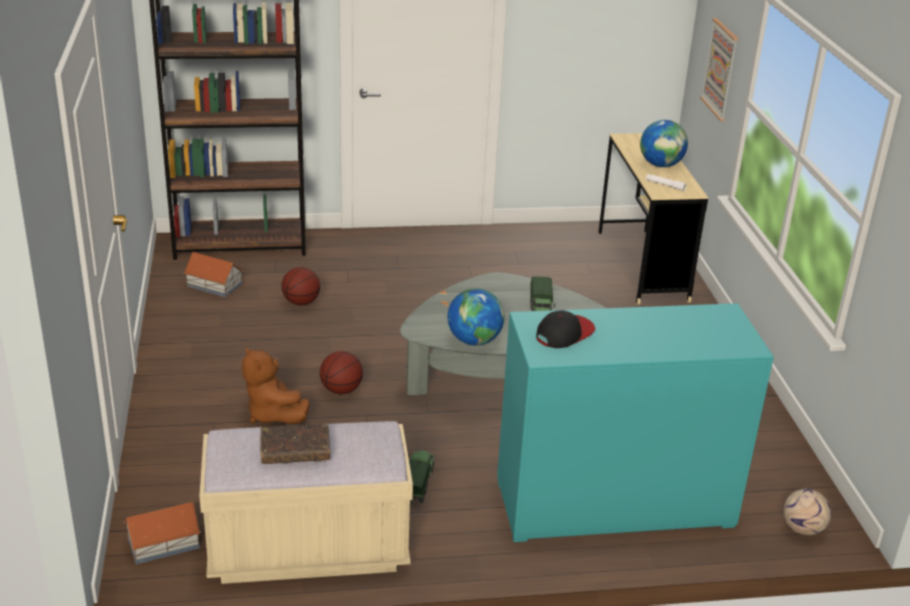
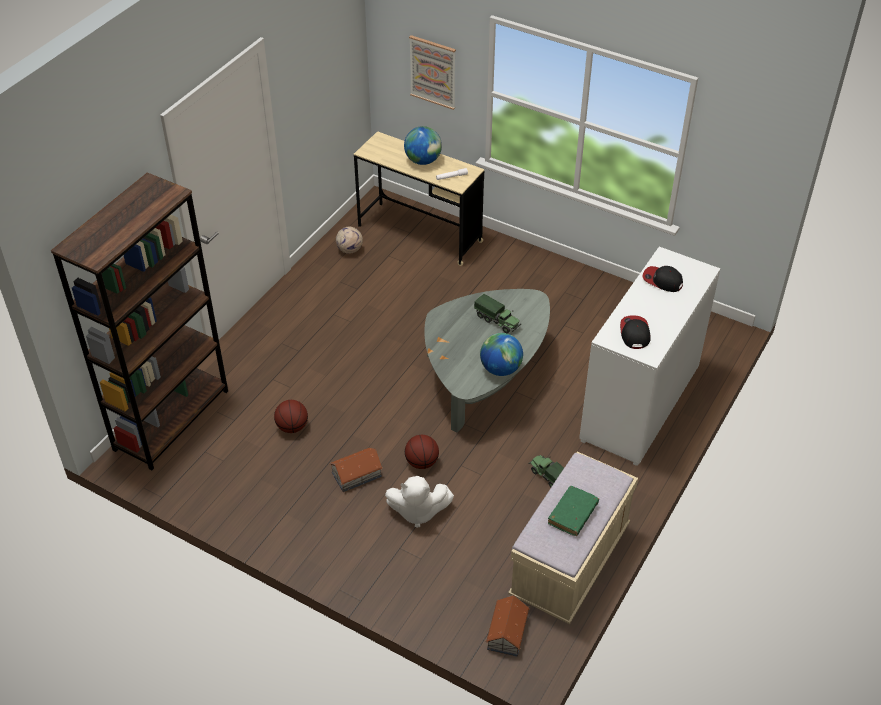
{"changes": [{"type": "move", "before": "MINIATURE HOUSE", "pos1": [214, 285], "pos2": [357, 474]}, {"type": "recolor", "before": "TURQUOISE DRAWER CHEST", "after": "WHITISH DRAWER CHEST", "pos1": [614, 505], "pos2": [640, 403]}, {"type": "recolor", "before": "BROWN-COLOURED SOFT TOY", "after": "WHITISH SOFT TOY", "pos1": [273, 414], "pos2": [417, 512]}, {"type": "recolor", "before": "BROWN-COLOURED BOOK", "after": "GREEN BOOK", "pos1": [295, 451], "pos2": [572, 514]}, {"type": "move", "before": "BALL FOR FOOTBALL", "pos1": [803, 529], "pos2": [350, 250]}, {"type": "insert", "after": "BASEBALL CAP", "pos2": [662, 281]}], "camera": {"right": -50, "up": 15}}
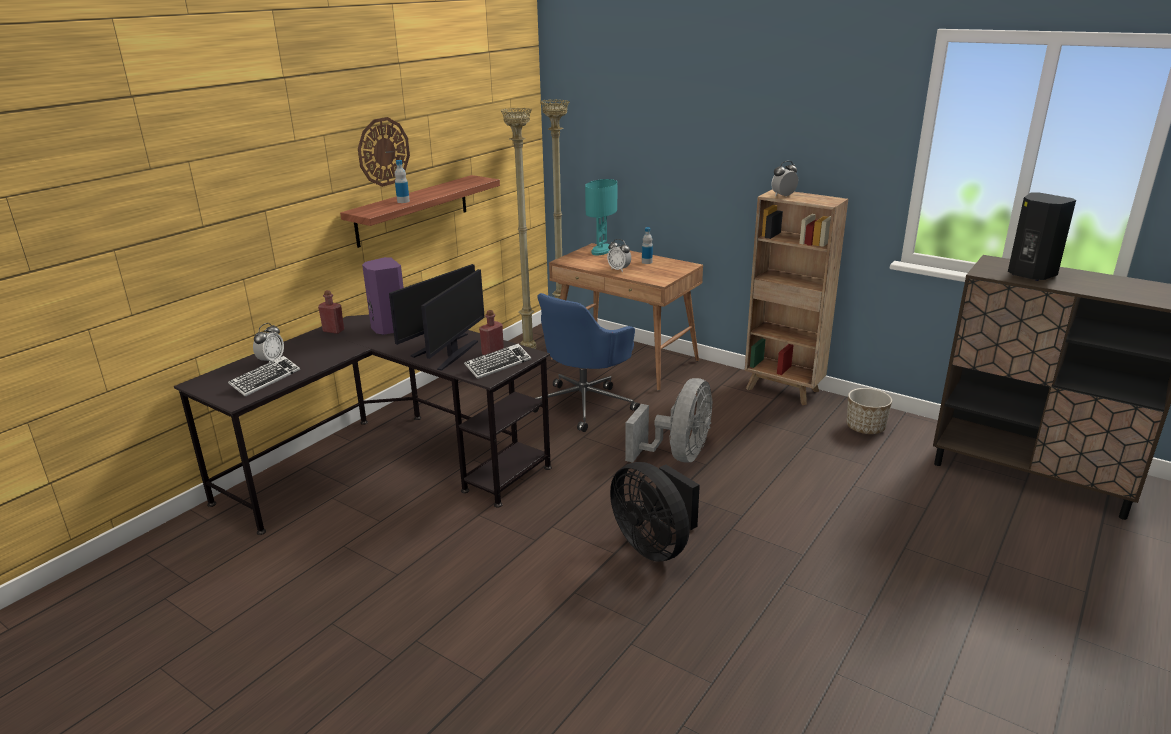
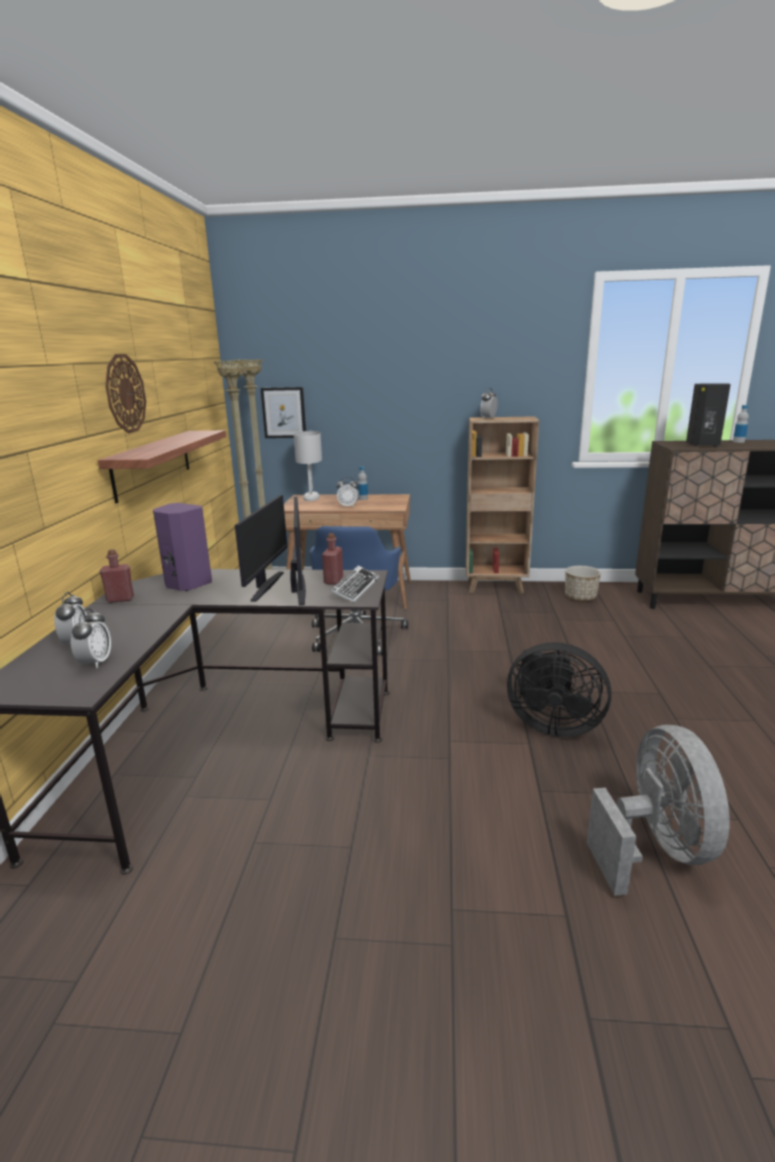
{"changes": [{"type": "move", "before": "BOTTLE", "pos1": [403, 201], "pos2": [738, 441]}, {"type": "recolor", "before": "TURQUOISE LAMP FOR A TABLE", "after": "WHITISH LAMP FOR A TABLE", "pos1": [602, 251], "pos2": [311, 498]}, {"type": "replace", "before": "PC KEYBOARD", "after": "BEDSIDE CLOCK", "pos1": [265, 380], "pos2": [95, 662]}, {"type": "move", "before": "GRAY ELECTRIC FAN", "pos1": [678, 455], "pos2": [654, 849]}, {"type": "insert", "after": "WALL PICTURE", "pos2": [284, 412]}], "camera": {"right": -30, "up": -5}}
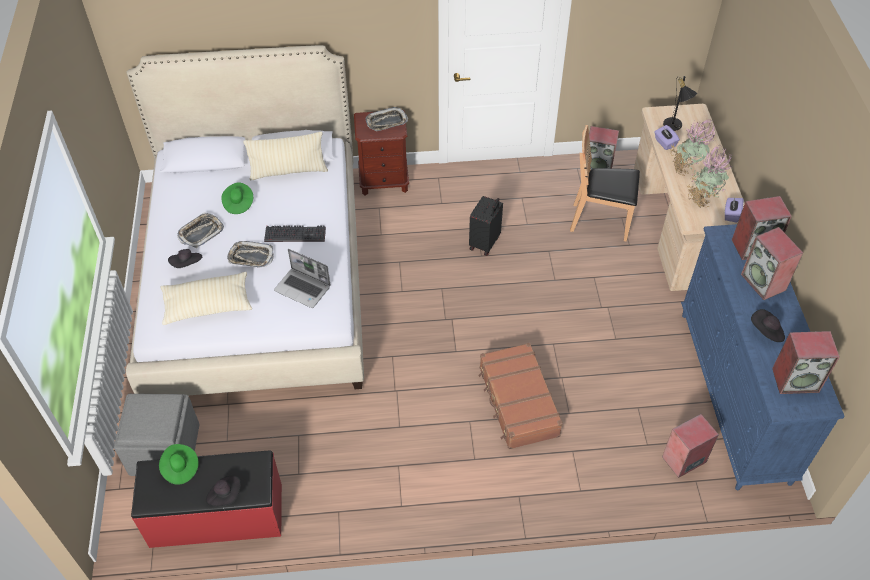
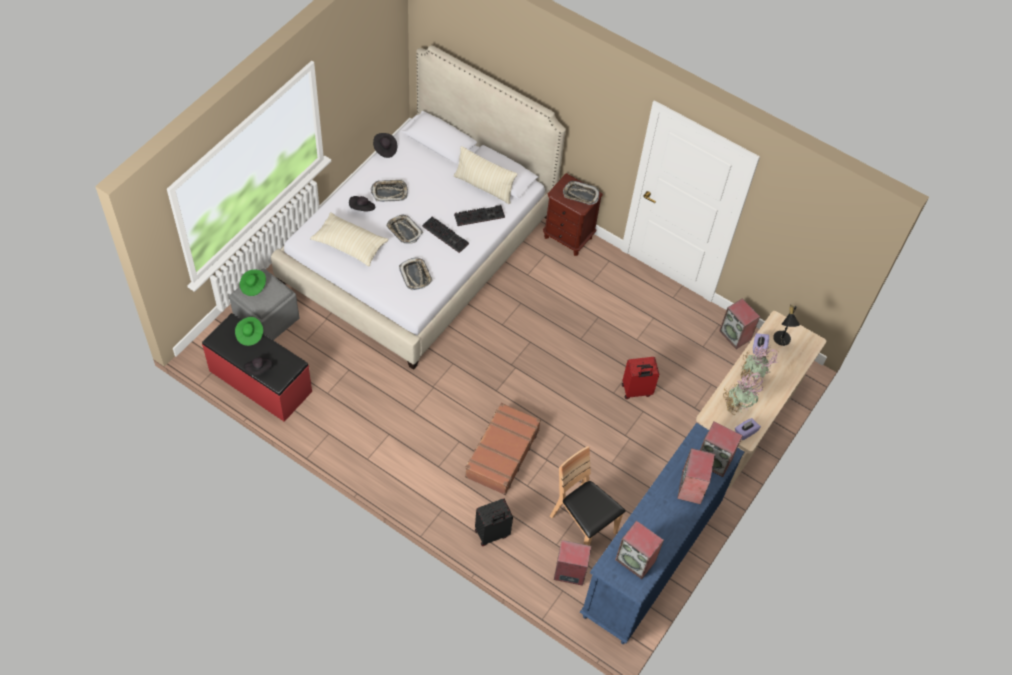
{"changes": [{"type": "move", "before": "BROWN-COLOURED CHAIR", "pos1": [601, 221], "pos2": [582, 526]}, {"type": "move", "before": "GREEN CLOTHING HAT", "pos1": [238, 203], "pos2": [253, 286]}, {"type": "move", "before": "BLACKISH TRAVEL CASE", "pos1": [485, 243], "pos2": [492, 534]}, {"type": "replace", "before": "LAPTOP", "after": "TRAY", "pos1": [303, 288], "pos2": [416, 275]}, {"type": "move", "before": "BLACKISH CLOTHING HAT", "pos1": [766, 332], "pos2": [385, 149]}, {"type": "insert", "after": "PC KEYBOARD", "pos2": [480, 215]}, {"type": "insert", "after": "REDDISH TRAVEL CASE", "pos2": [636, 391]}], "camera": {"right": 35, "up": 5}}
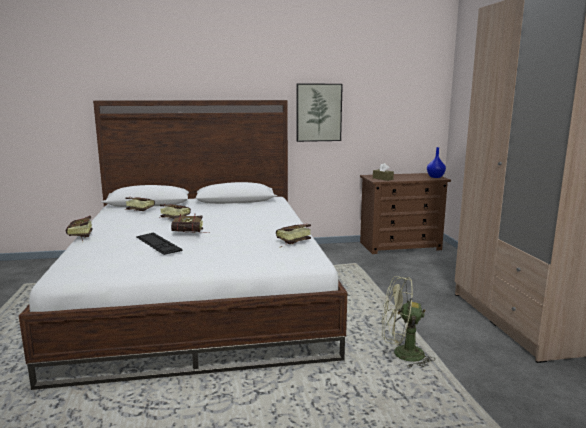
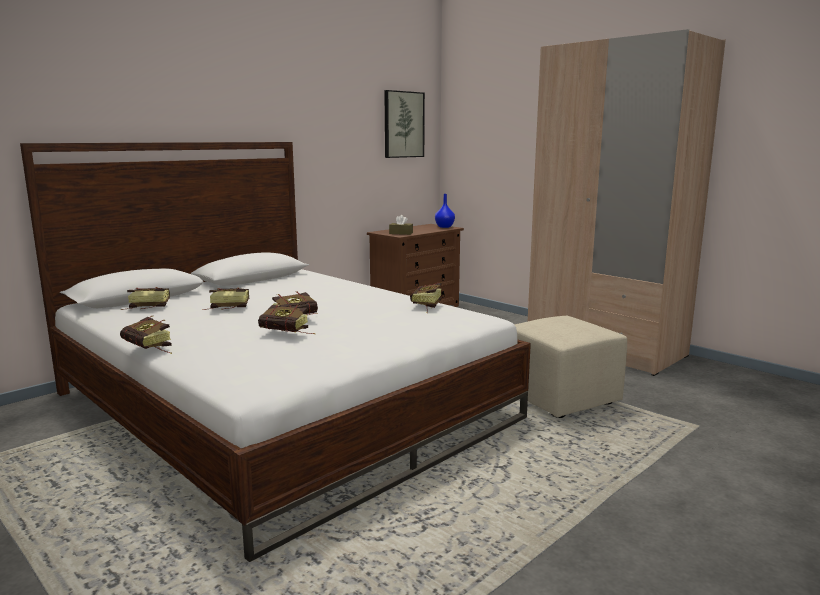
{"changes": [{"type": "move", "before": "WALL PICTURE", "pos1": [318, 112], "pos2": [403, 124]}, {"type": "replace", "before": "PC KEYBOARD", "after": "BOOK", "pos1": [158, 243], "pos2": [288, 334]}, {"type": "replace", "before": "GREEN ELECTRIC FAN", "after": "SAND-COLOURED OTTOMAN", "pos1": [401, 354], "pos2": [561, 399]}], "camera": {"right": -35, "up": 0}}
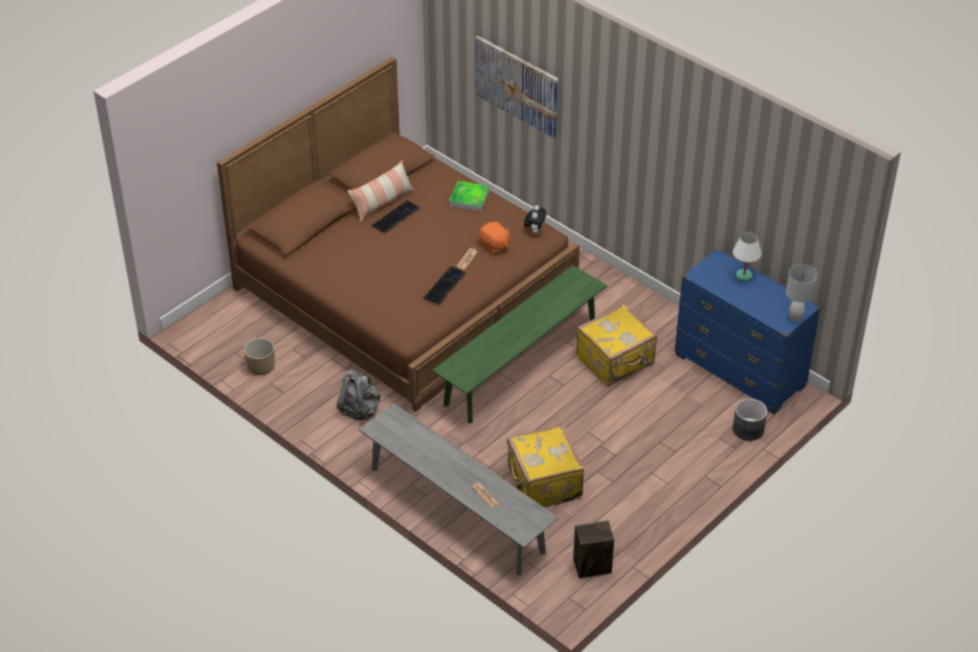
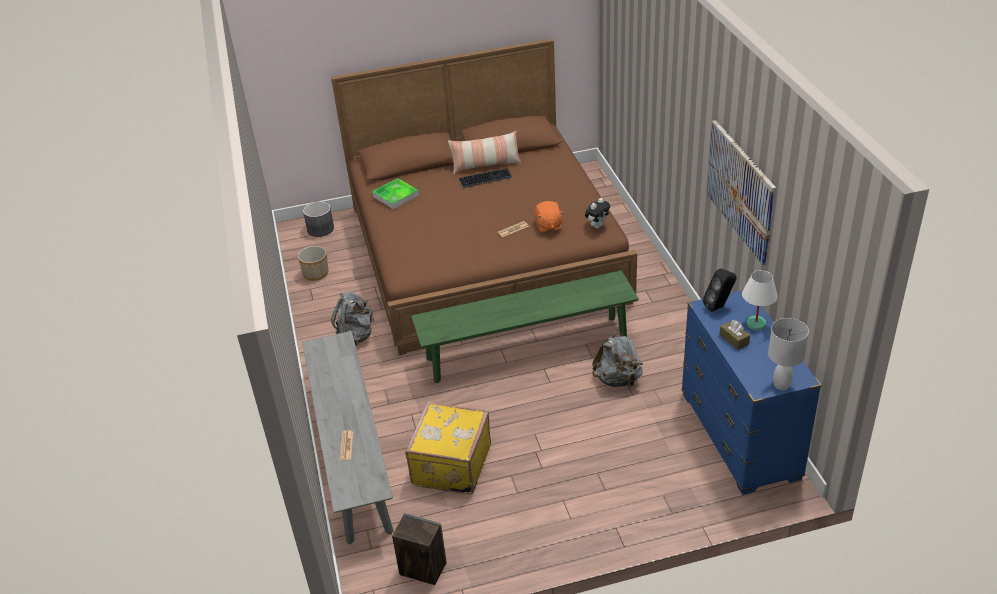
{"changes": [{"type": "move", "before": "WALL PICTURE", "pos1": [517, 86], "pos2": [740, 190]}, {"type": "move", "before": "TRAY", "pos1": [469, 198], "pos2": [395, 196]}, {"type": "delete", "before": "PC KEYBOARD", "pos1": [444, 286]}, {"type": "replace", "before": "YELLOWISH TRAVEL CASE", "after": "GRAY KNAPSACK", "pos1": [616, 362], "pos2": [618, 380]}, {"type": "move", "before": "GRAY PLANTER", "pos1": [747, 429], "pos2": [320, 229]}, {"type": "insert", "after": "BLACKISH SPEAKER", "pos2": [719, 307]}, {"type": "insert", "after": "BROWN-COLOURED BOX OF TISSUES", "pos2": [734, 339]}], "camera": {"right": 35, "up": -5}}
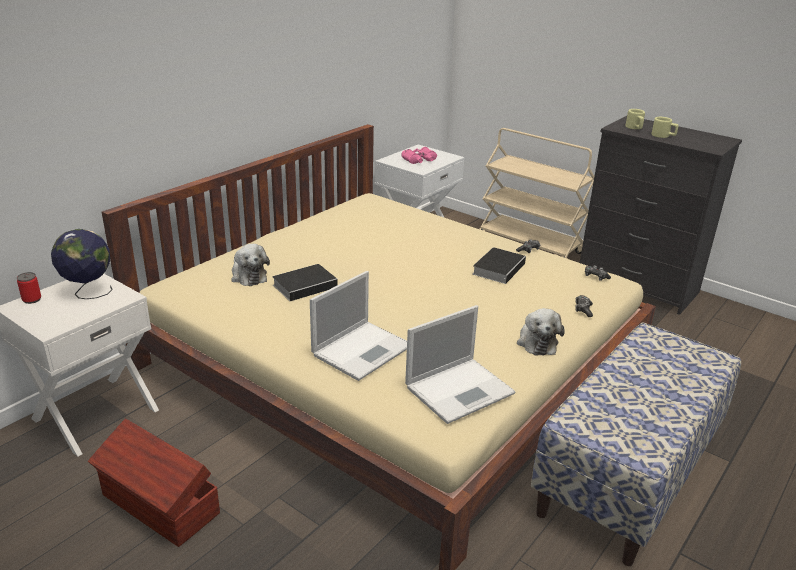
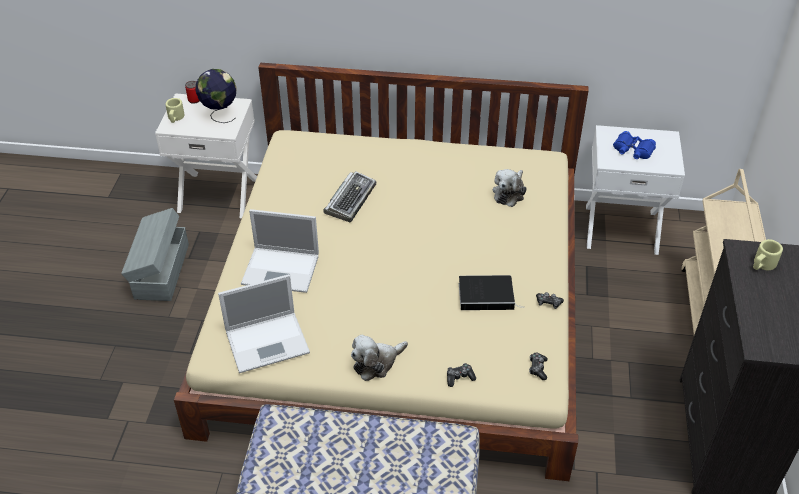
{"changes": [{"type": "move", "before": "SAND-COLOURED TEA MUG", "pos1": [663, 136], "pos2": [175, 118]}, {"type": "recolor", "before": "PINK-COLOURED BINOCULARS", "after": "BLUE BINOCULARS", "pos1": [419, 160], "pos2": [633, 150]}, {"type": "move", "before": "SOFT TOY", "pos1": [248, 276], "pos2": [509, 193]}, {"type": "replace", "before": "BOOK", "after": "PC KEYBOARD", "pos1": [306, 285], "pos2": [350, 199]}, {"type": "rotate", "before": "LAPTOP", "pos1": [461, 389], "pos2": [269, 341], "turn": -45}, {"type": "recolor", "before": "BROWN-COLOURED STORAGE CONTAINER", "after": "GRAY STORAGE CONTAINER", "pos1": [159, 505], "pos2": [160, 272]}], "camera": {"right": 60, "up": 15}}
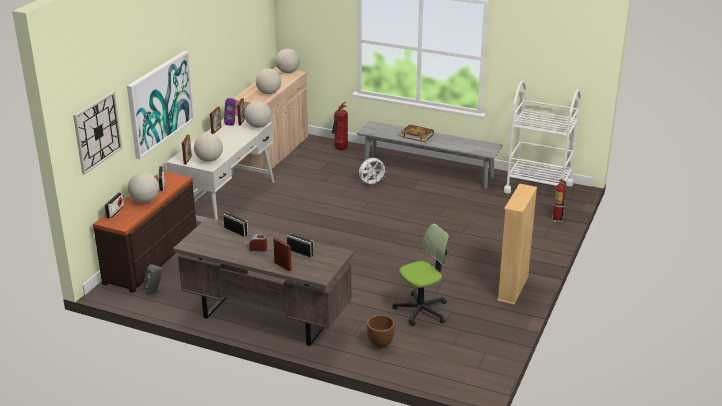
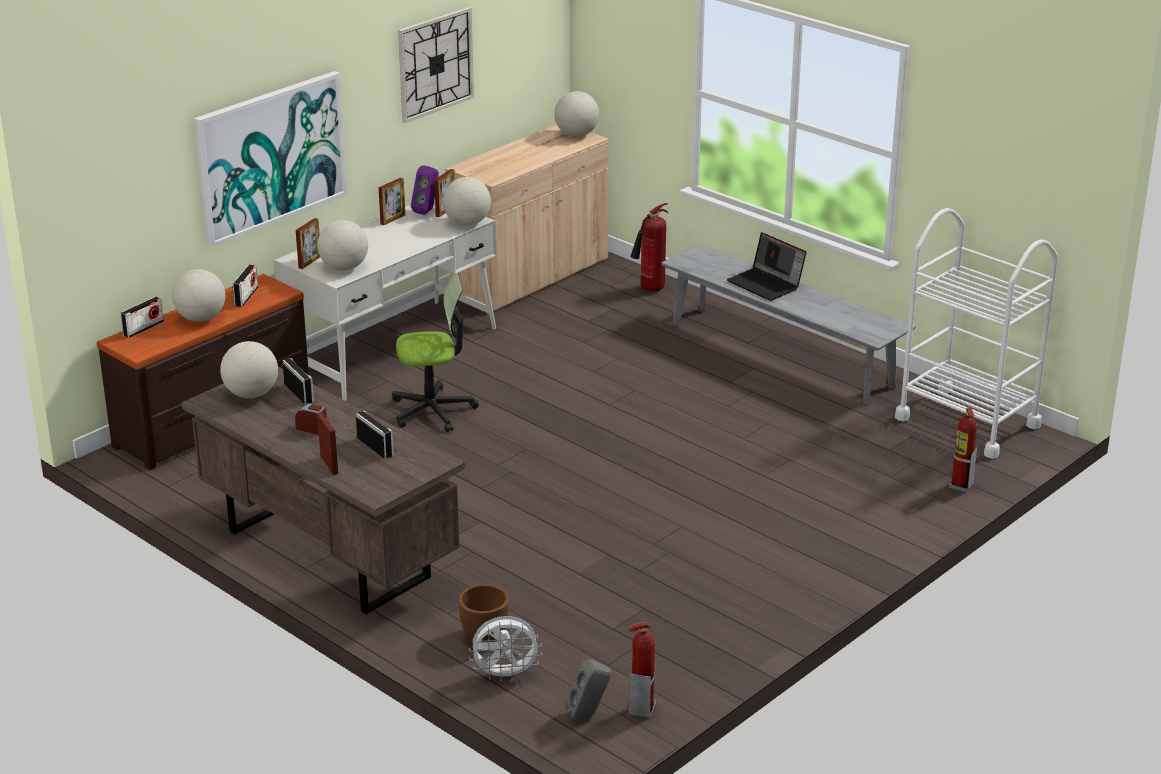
{"changes": [{"type": "move", "before": "GLOBE", "pos1": [269, 93], "pos2": [251, 394]}, {"type": "move", "before": "HANGING CLOCK", "pos1": [97, 132], "pos2": [435, 64]}, {"type": "replace", "before": "BOOK", "after": "LAPTOP", "pos1": [417, 135], "pos2": [766, 284]}, {"type": "move", "before": "WHITISH ELECTRIC FAN", "pos1": [372, 184], "pos2": [506, 675]}, {"type": "delete", "before": "SAND-COLOURED BOOKSHELF", "pos1": [513, 289]}, {"type": "move", "before": "OFFICE CHAIR", "pos1": [421, 310], "pos2": [433, 410]}, {"type": "move", "before": "GRAY SPEAKER", "pos1": [154, 292], "pos2": [589, 714]}, {"type": "insert", "after": "FIRE-FIGHTING CYLINDER", "pos2": [641, 709]}], "camera": {"right": 20, "up": 0}}
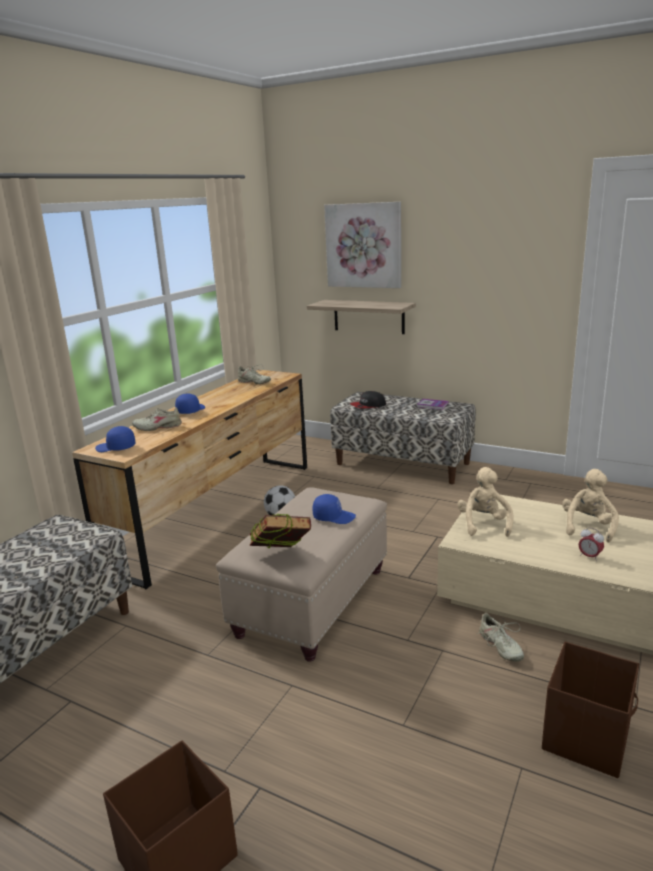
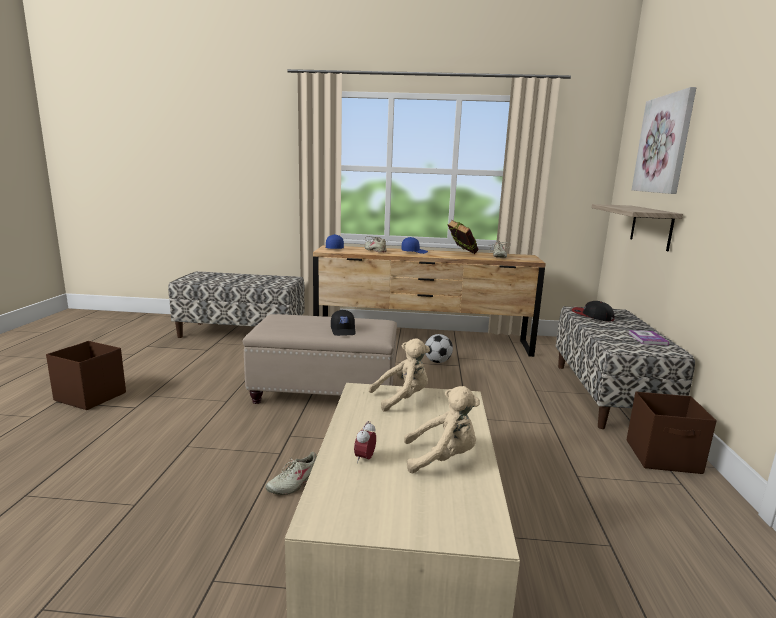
{"changes": [{"type": "recolor", "before": "BLUE BASEBALL CAP", "after": "BLACKISH BASEBALL CAP", "pos1": [334, 517], "pos2": [343, 331]}, {"type": "move", "before": "BOOK", "pos1": [281, 558], "pos2": [461, 253]}, {"type": "move", "before": "BROWN-COLOURED STORAGE CONTAINER", "pos1": [587, 736], "pos2": [664, 457]}], "camera": {"right": 65, "up": -5}}
